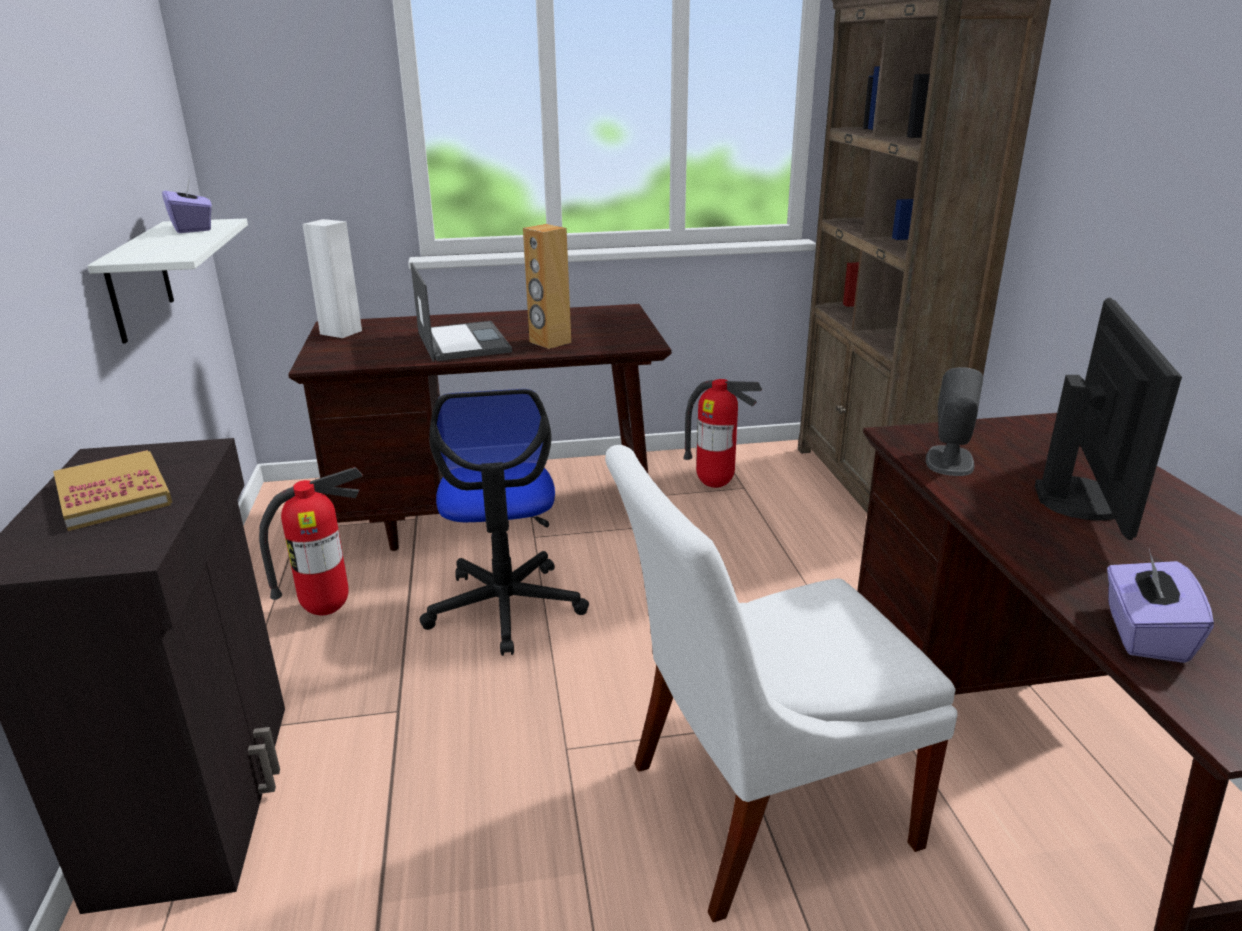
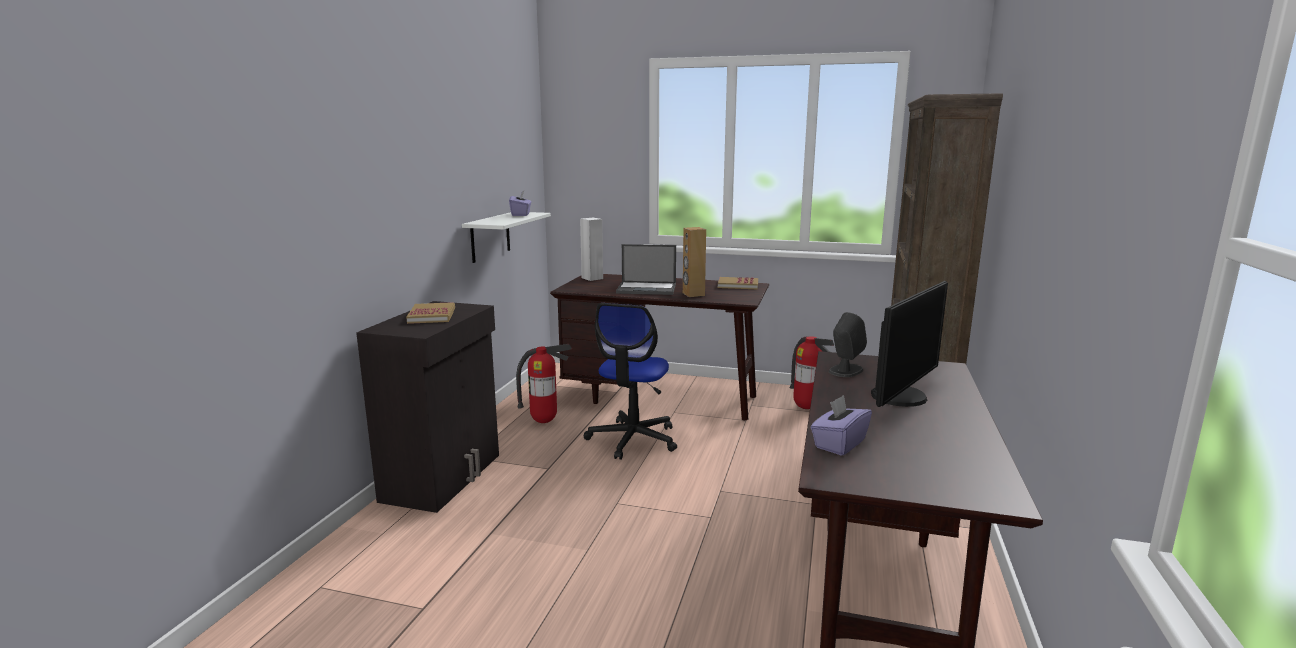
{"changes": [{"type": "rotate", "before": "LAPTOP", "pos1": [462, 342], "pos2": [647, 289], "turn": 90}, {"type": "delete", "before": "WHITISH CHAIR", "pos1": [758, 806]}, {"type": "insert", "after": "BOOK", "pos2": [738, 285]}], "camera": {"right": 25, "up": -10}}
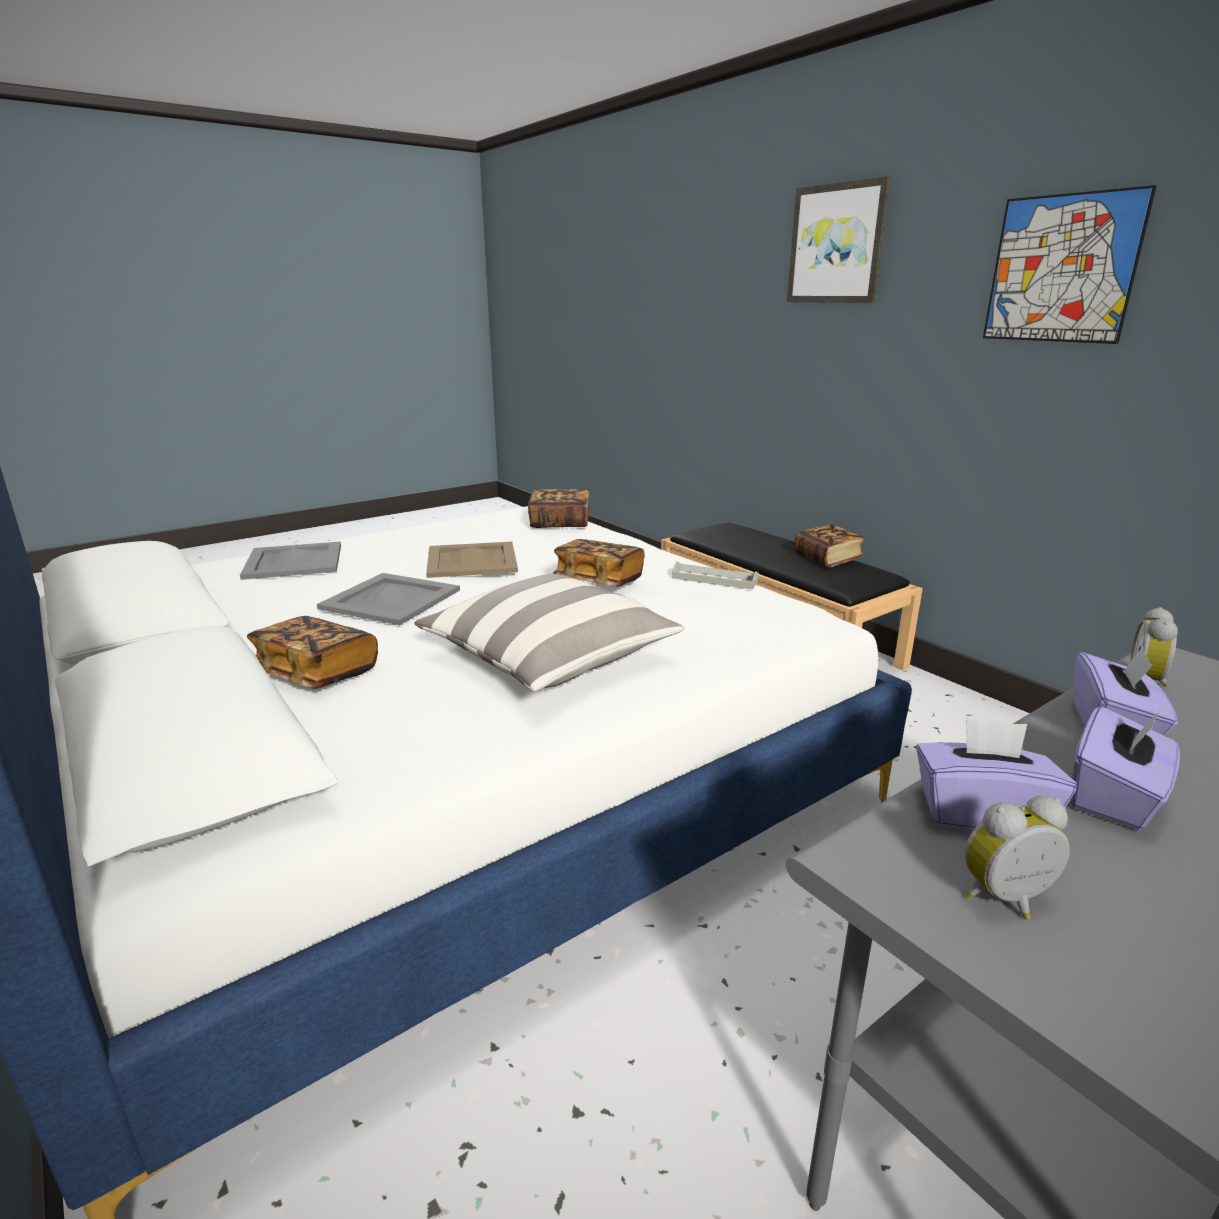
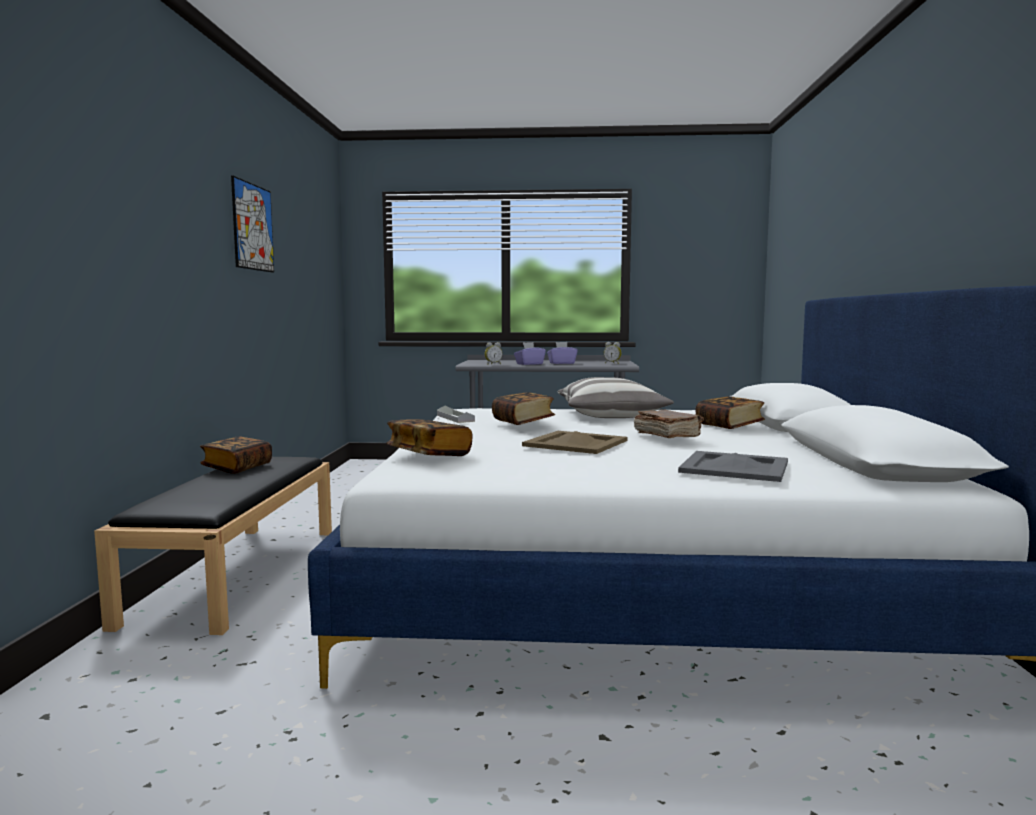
{"changes": [{"type": "delete", "before": "WALL PICTURE", "pos1": [837, 244]}, {"type": "replace", "before": "GRAY TRAY", "after": "BROWN-COLOURED BOOK", "pos1": [391, 599], "pos2": [667, 435]}, {"type": "delete", "before": "PURPLISH BOX OF TISSUES", "pos1": [980, 812]}], "camera": {"right": -140, "up": -15}}
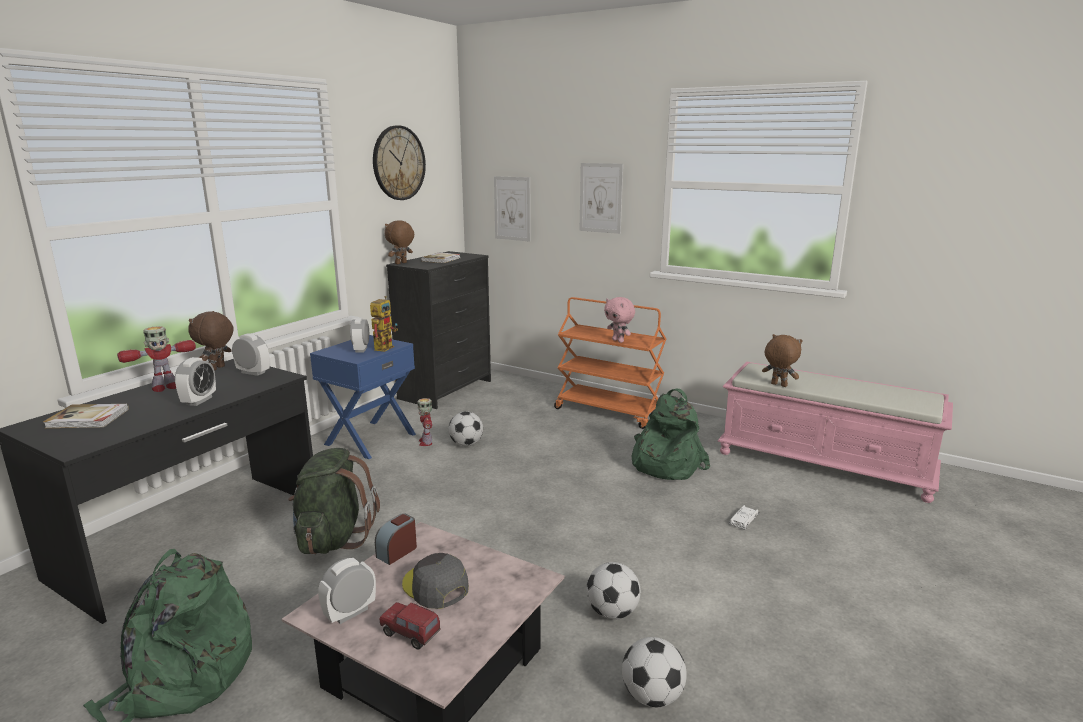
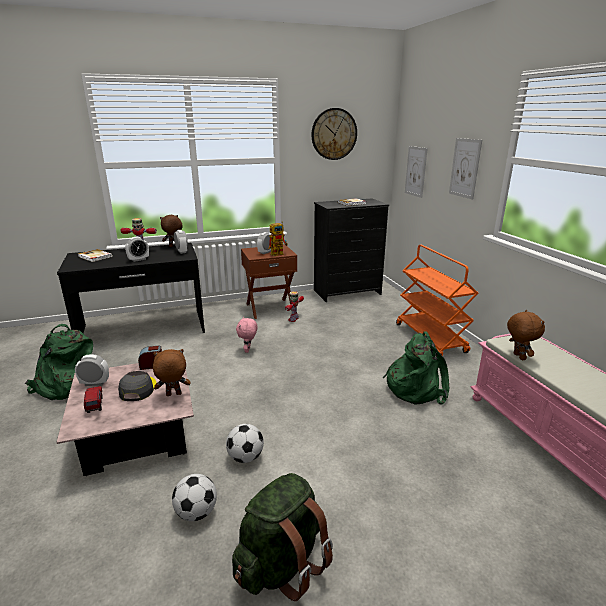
{"changes": [{"type": "move", "before": "BROWN-COLOURED SOFT TOY", "pos1": [401, 263], "pos2": [173, 395]}, {"type": "move", "before": "PINK-COLOURED SOFT TOY", "pos1": [618, 341], "pos2": [248, 350]}, {"type": "recolor", "before": "BLUE BEDSIDE TABLE", "after": "BROWN-COLOURED BEDSIDE TABLE", "pos1": [369, 439], "pos2": [270, 308]}, {"type": "delete", "before": "BALL FOR FOOTBALL", "pos1": [466, 444]}, {"type": "move", "before": "GREEN KNAPSACK", "pos1": [333, 538], "pos2": [282, 564]}, {"type": "delete", "before": "WHITISH TOY CAR", "pos1": [743, 520]}], "camera": {"right": 40, "up": 5}}
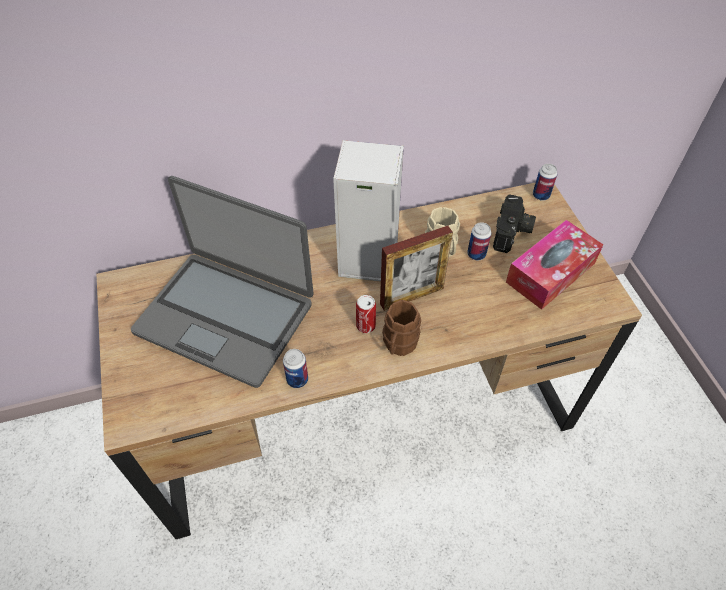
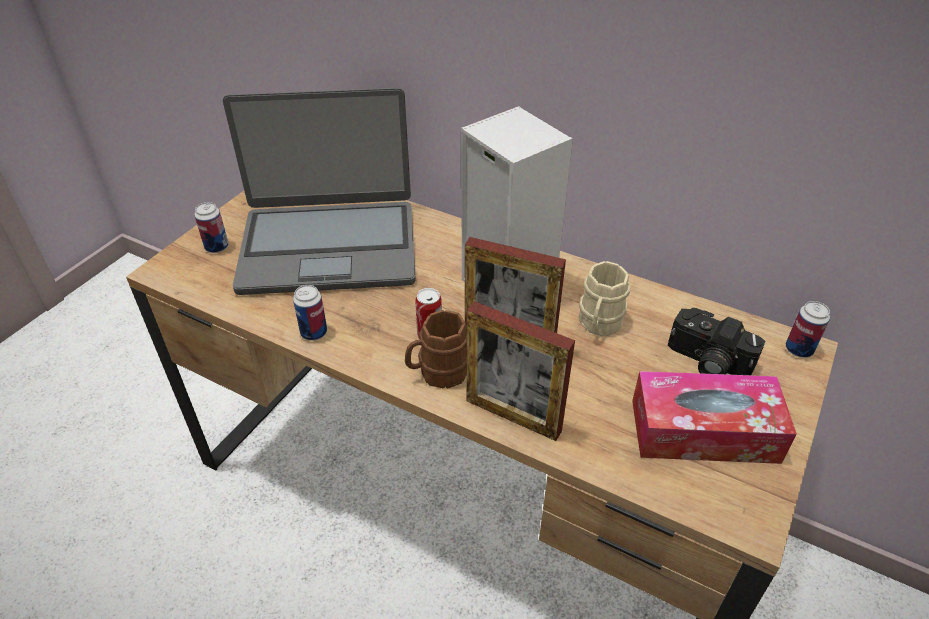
{"changes": [{"type": "rotate", "before": "LAPTOP", "pos1": [226, 316], "pos2": [329, 247], "turn": -75}, {"type": "rotate", "before": "PHOTO CAMERA", "pos1": [512, 233], "pos2": [706, 362], "turn": 60}, {"type": "move", "before": "CAN", "pos1": [476, 254], "pos2": [217, 247]}, {"type": "insert", "after": "STANDING FRAME", "pos2": [513, 415]}], "camera": {"right": 45, "up": -10}}
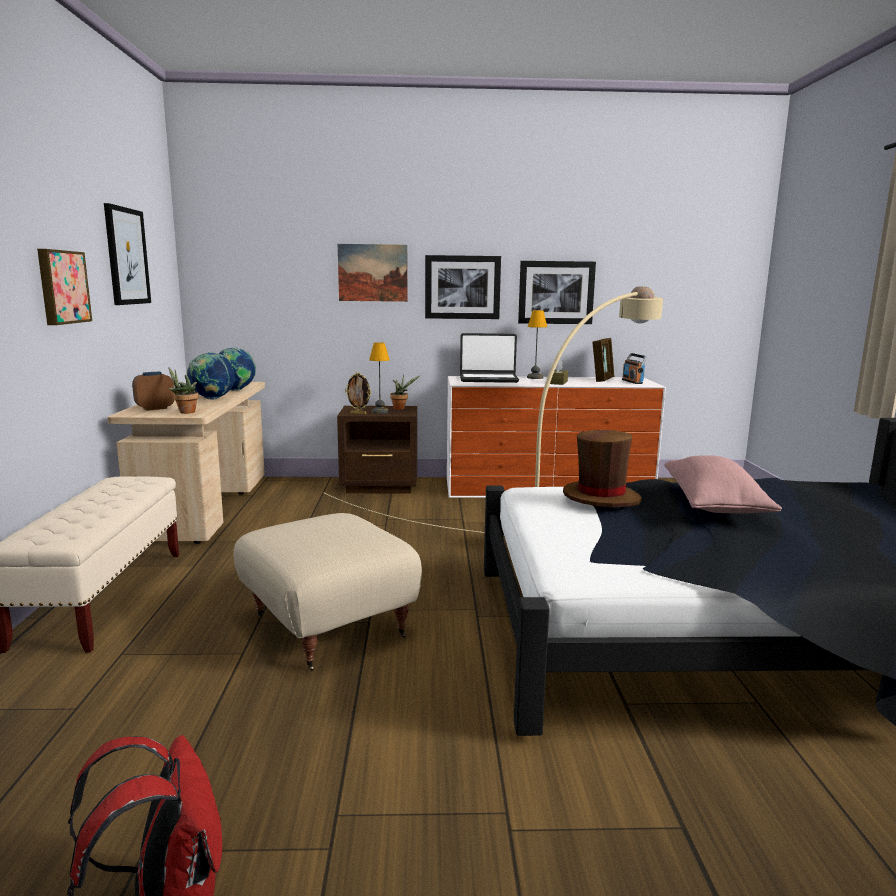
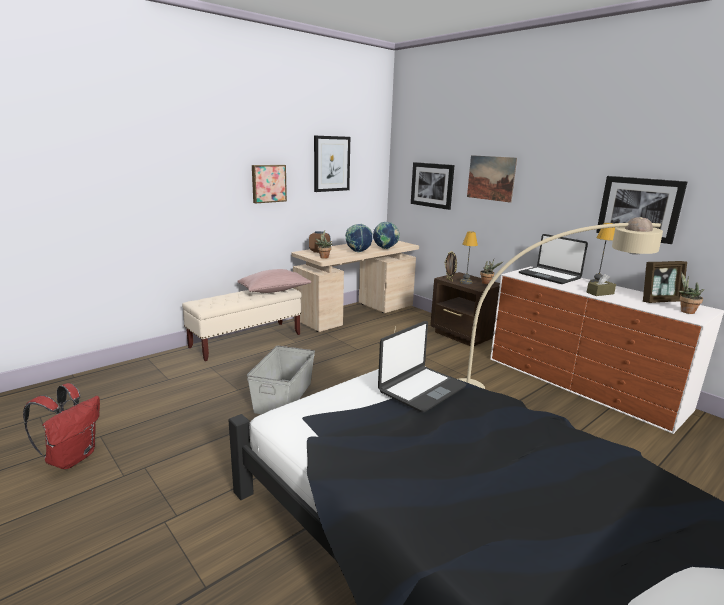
{"changes": [{"type": "move", "before": "WALL PICTURE", "pos1": [462, 287], "pos2": [432, 185]}, {"type": "replace", "before": "RADIO SET", "after": "POTTED PLANT", "pos1": [632, 381], "pos2": [685, 311]}, {"type": "replace", "before": "BROWN-COLOURED CLOTHING HAT", "after": "LAPTOP", "pos1": [601, 497], "pos2": [421, 389]}, {"type": "move", "before": "PINK-COLOURED CUSHION", "pos1": [714, 505], "pos2": [275, 291]}, {"type": "replace", "before": "SAND-COLOURED OTTOMAN", "after": "GRAY STORAGE CONTAINER", "pos1": [328, 626], "pos2": [284, 397]}], "camera": {"right": 50, "up": 5}}
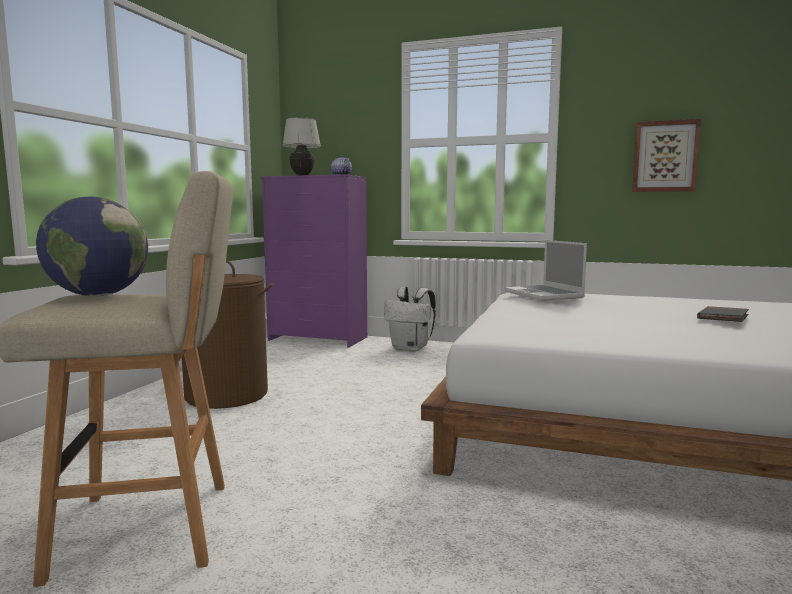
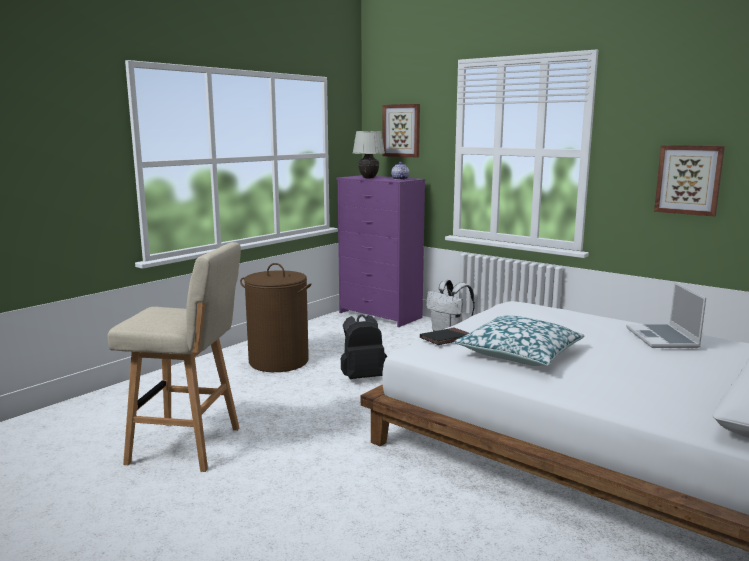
{"changes": [{"type": "delete", "before": "GLOBE", "pos1": [98, 295]}, {"type": "move", "before": "LAPTOP", "pos1": [544, 295], "pos2": [663, 338]}, {"type": "move", "before": "BLACKISH BOOK", "pos1": [723, 318], "pos2": [446, 339]}, {"type": "insert", "after": "WALL PICTURE", "pos2": [402, 130]}, {"type": "insert", "after": "BLACKISH KNAPSACK", "pos2": [362, 377]}, {"type": "insert", "after": "CUSHION", "pos2": [519, 353]}], "camera": {"right": 20, "up": 5}}
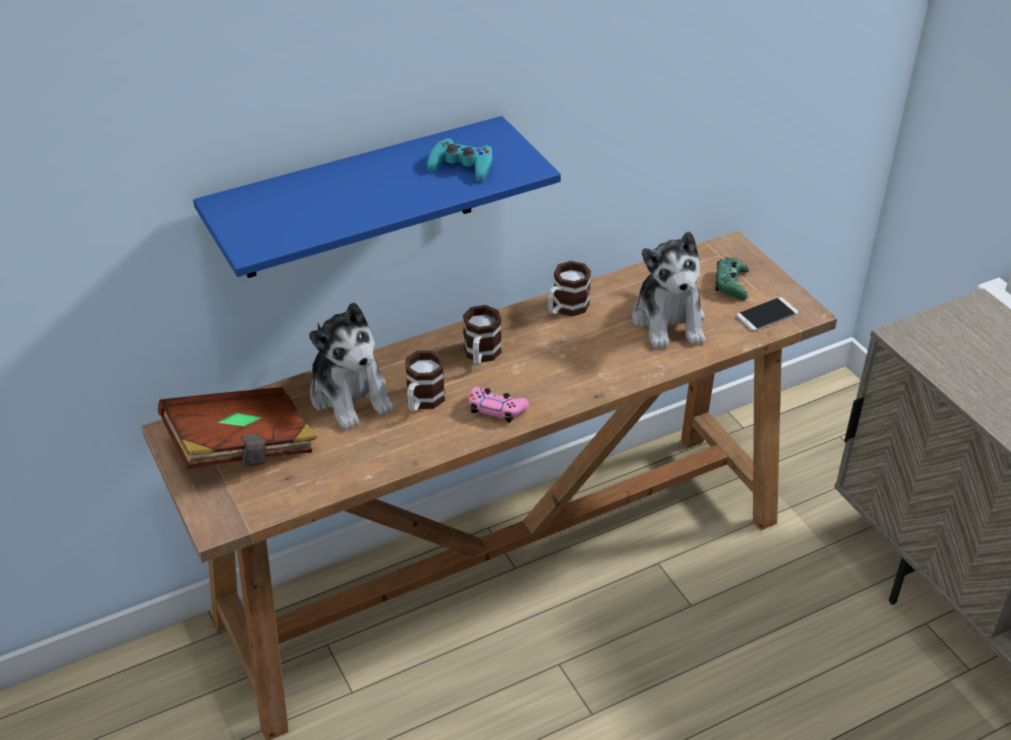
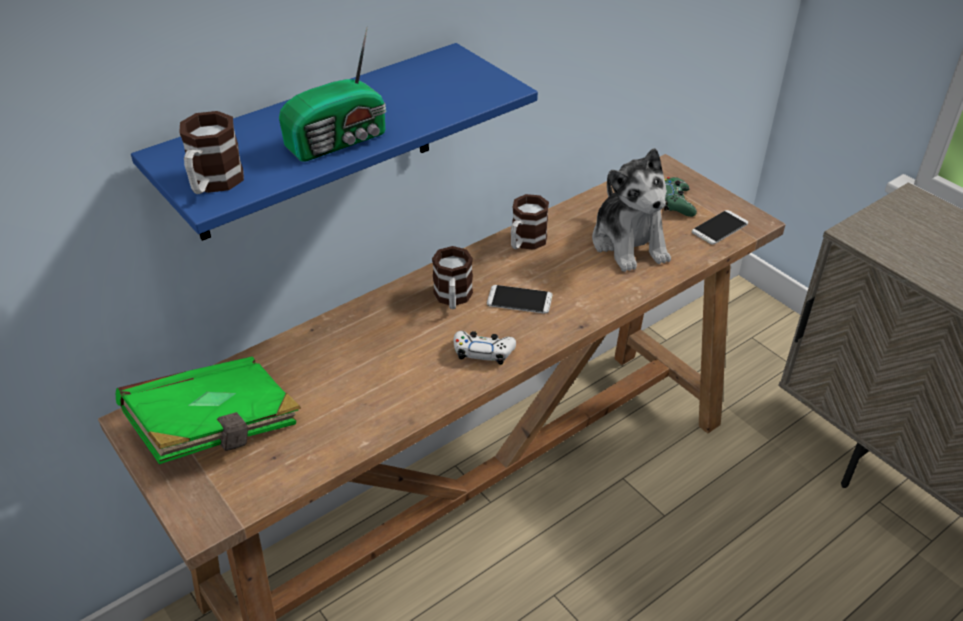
{"changes": [{"type": "delete", "before": "TURQUOISE GAME CONTROLLER", "pos1": [461, 166]}, {"type": "delete", "before": "SOFT TOY", "pos1": [350, 395]}, {"type": "move", "before": "TEA MUG", "pos1": [422, 402], "pos2": [213, 184]}, {"type": "recolor", "before": "BROWN-COLOURED BOOK", "after": "GREEN BOOK", "pos1": [242, 448], "pos2": [217, 429]}, {"type": "recolor", "before": "PINK-COLOURED GAME CONTROLLER", "after": "WHITISH GAME CONTROLLER", "pos1": [496, 409], "pos2": [483, 352]}, {"type": "insert", "after": "RADIO SET", "pos2": [340, 141]}, {"type": "insert", "after": "HANDSET", "pos2": [519, 300]}], "camera": {"right": -10, "up": 0}}
